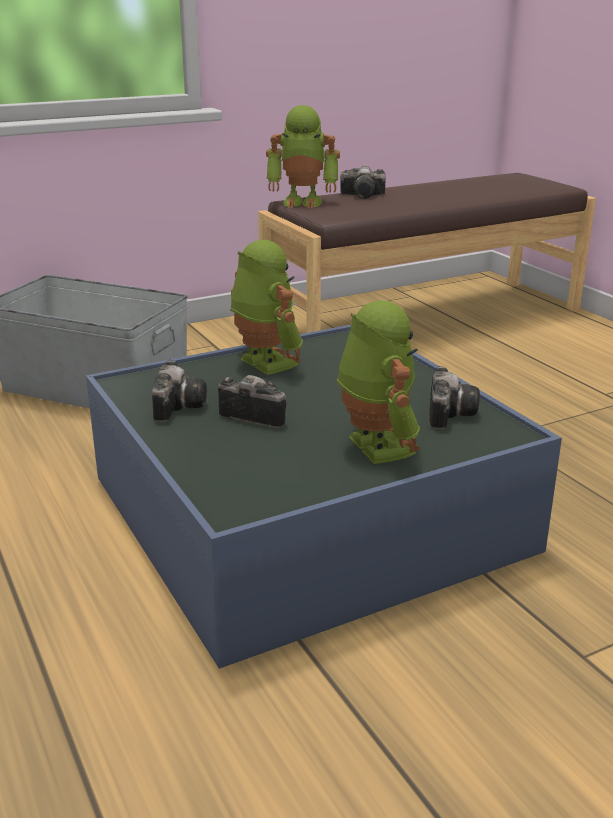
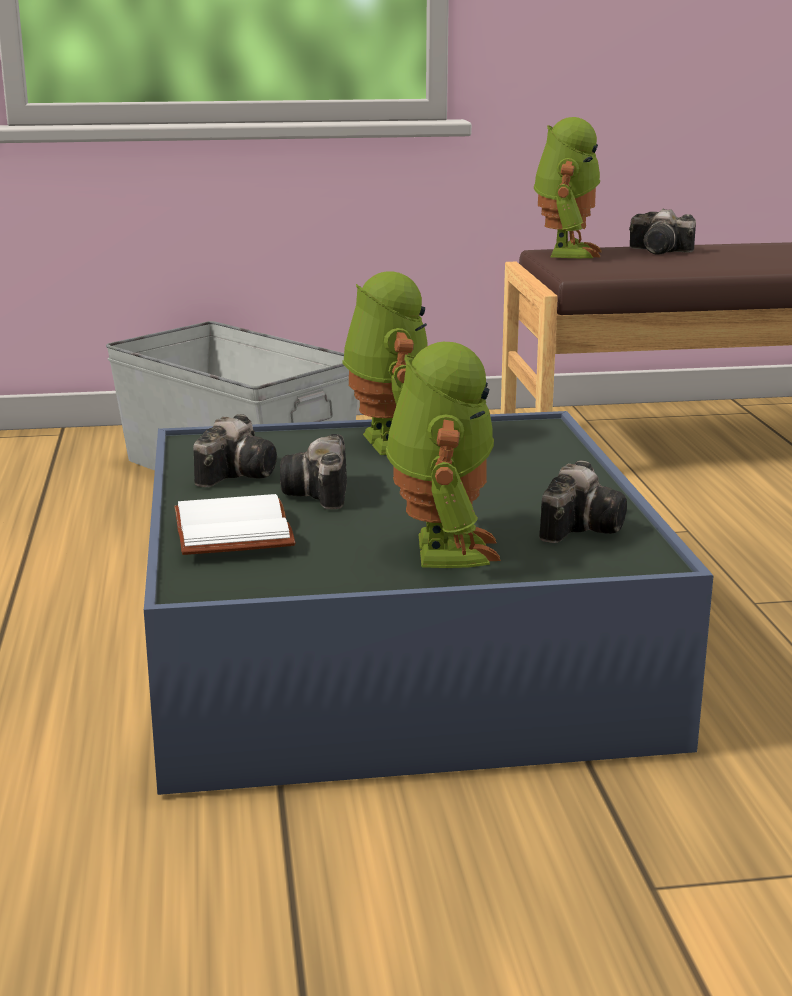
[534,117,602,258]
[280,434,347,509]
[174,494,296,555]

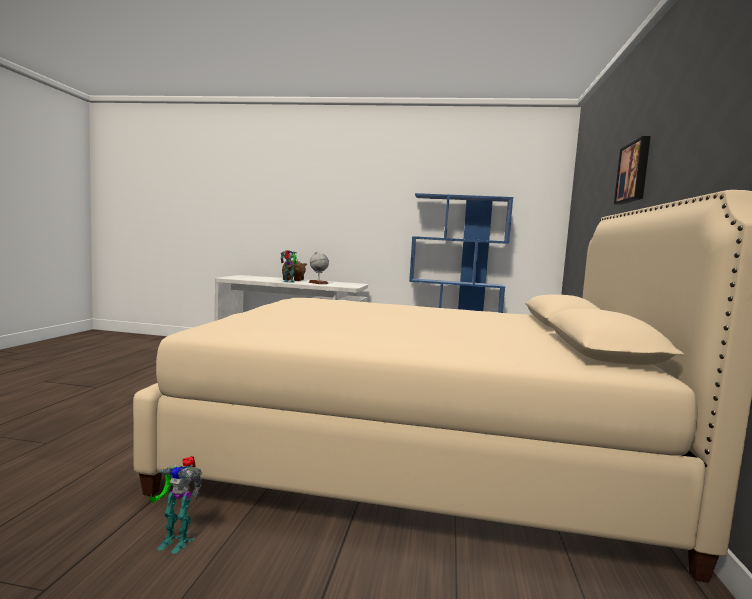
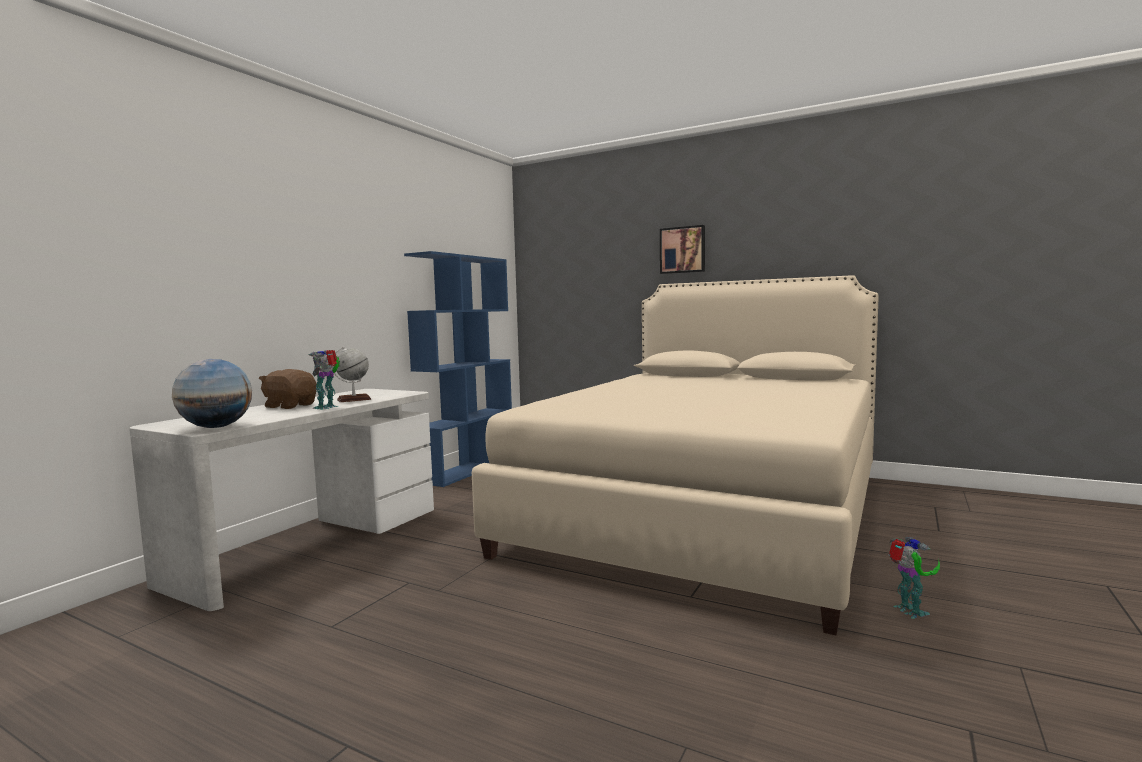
[888,536,940,619]
[172,359,252,428]

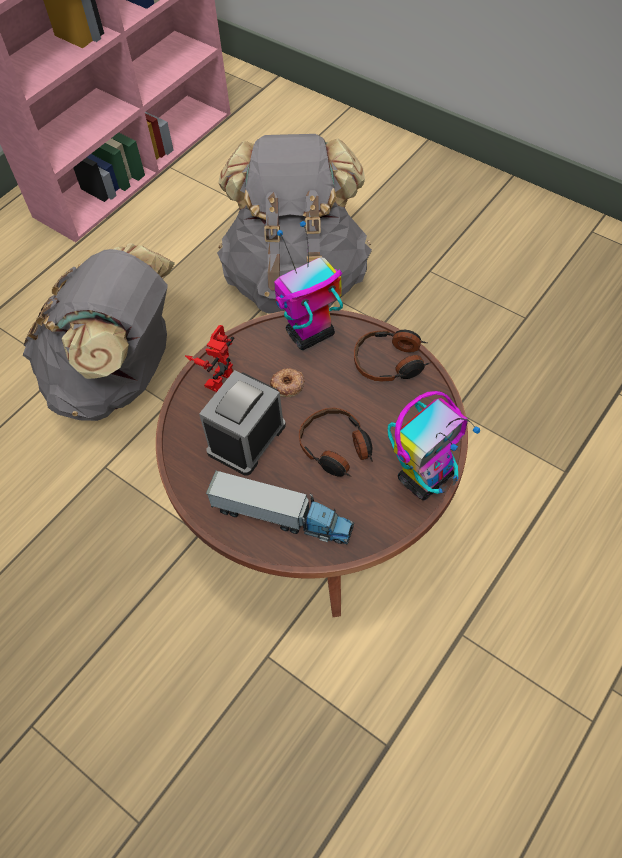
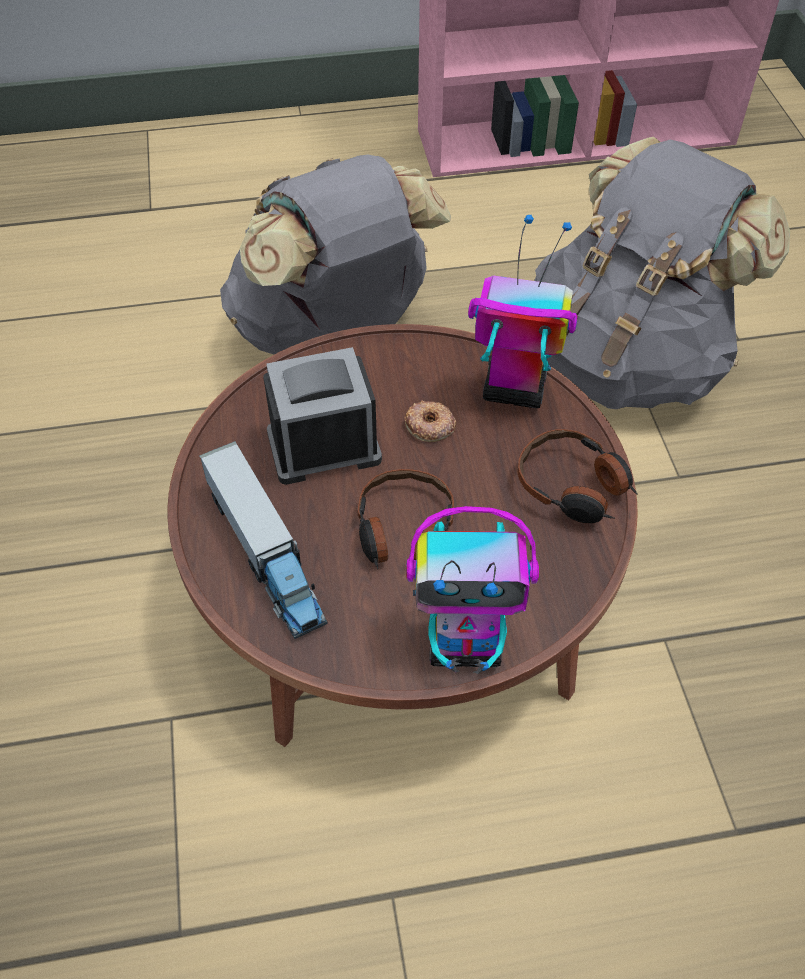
[185,325,234,392] (first image)

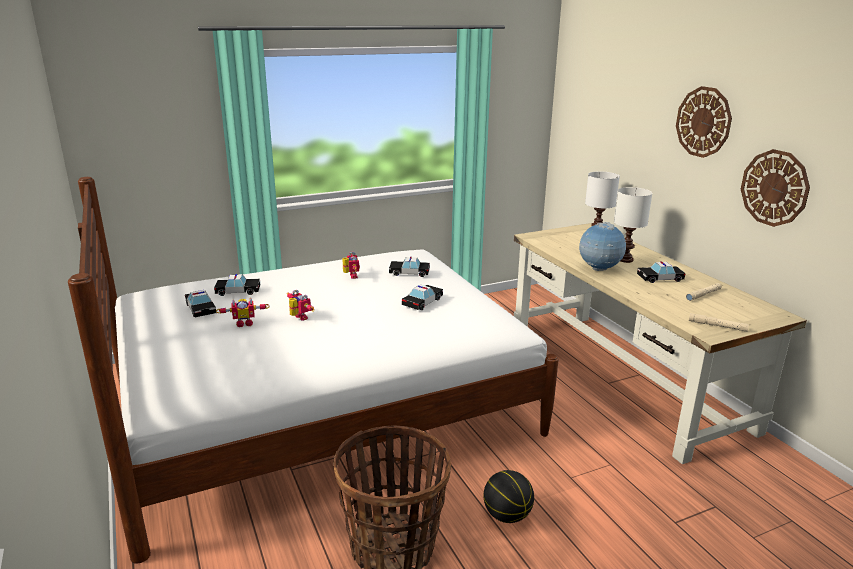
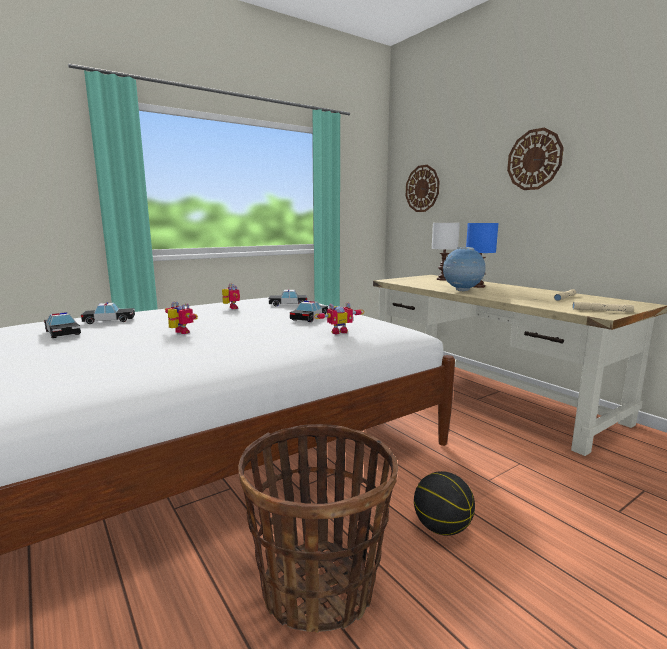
[406,165,440,212]
[466,223,498,288]
[637,261,686,283] (first image)
[314,302,364,334]

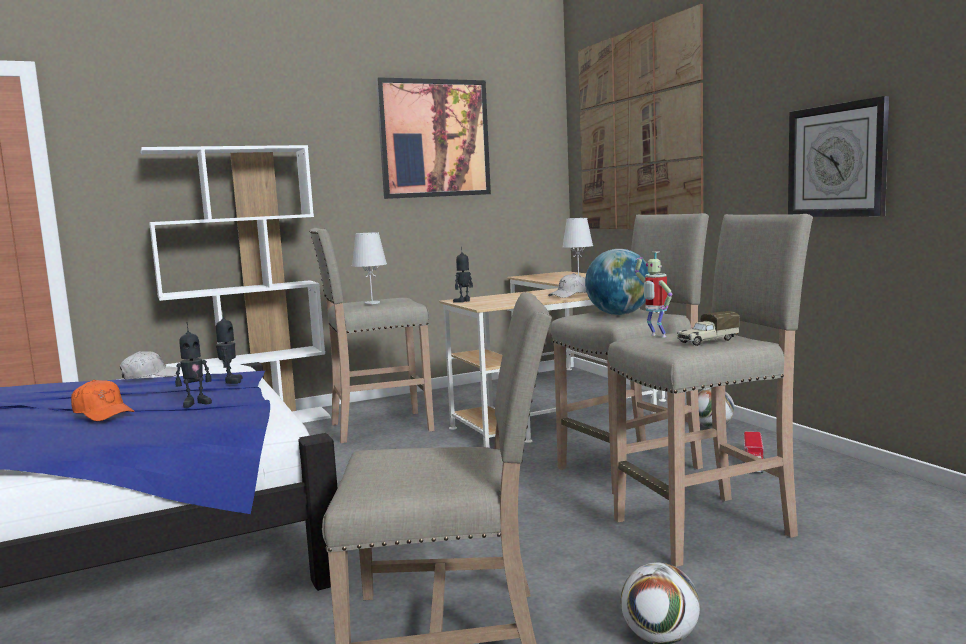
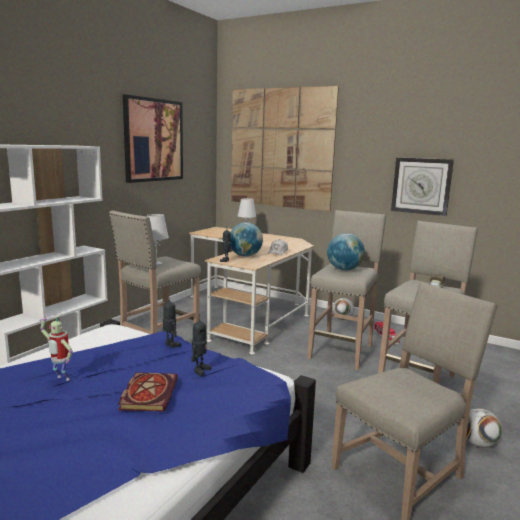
[39,315,73,381]
[120,351,180,379] (first image)
[118,372,178,412]
[230,222,263,257]

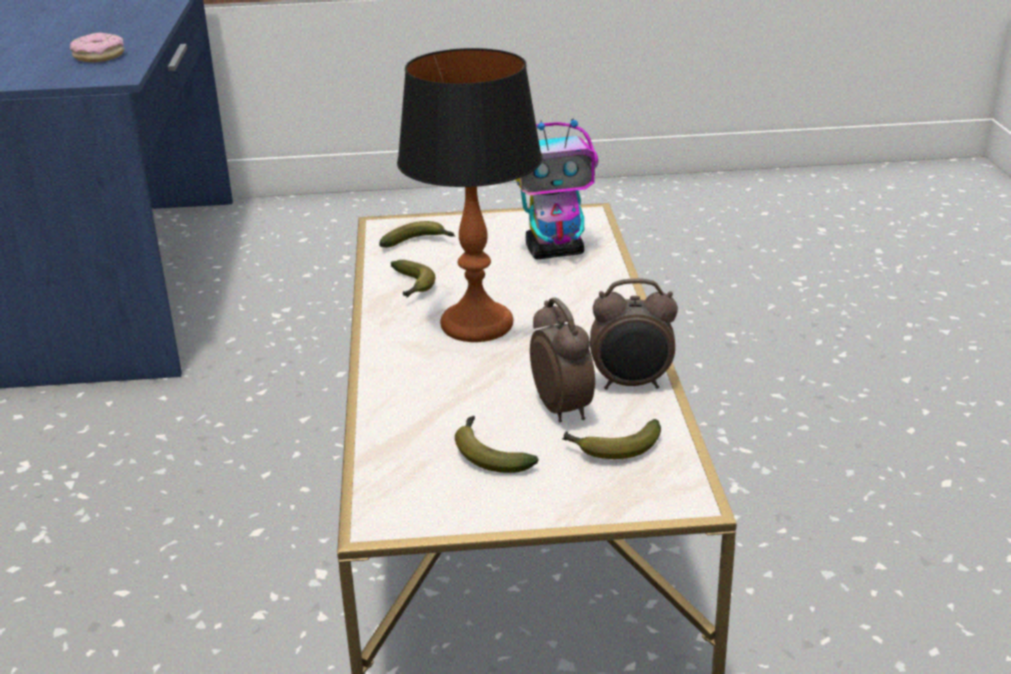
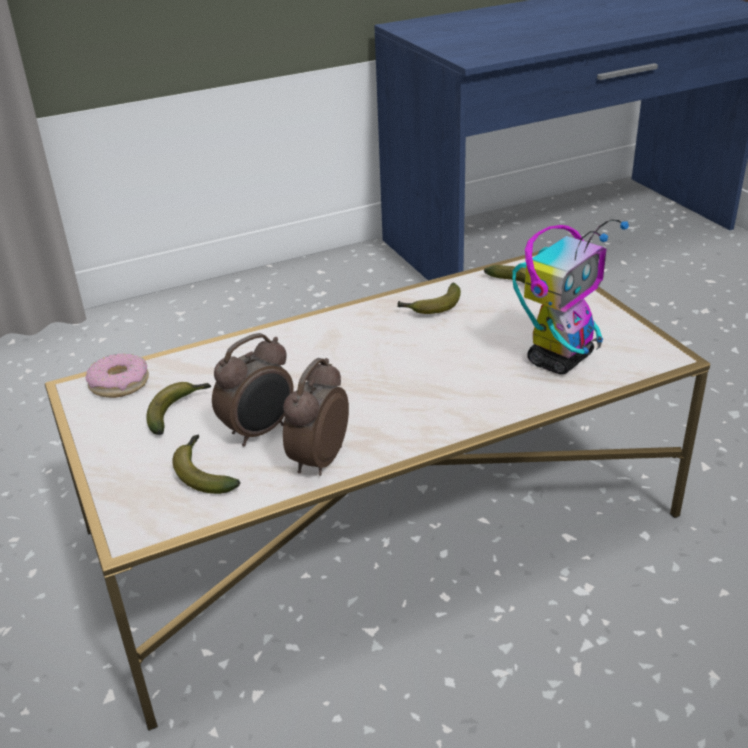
[86,353,149,398]
[397,48,542,342] (first image)
[512,219,629,374]
[283,358,349,476]

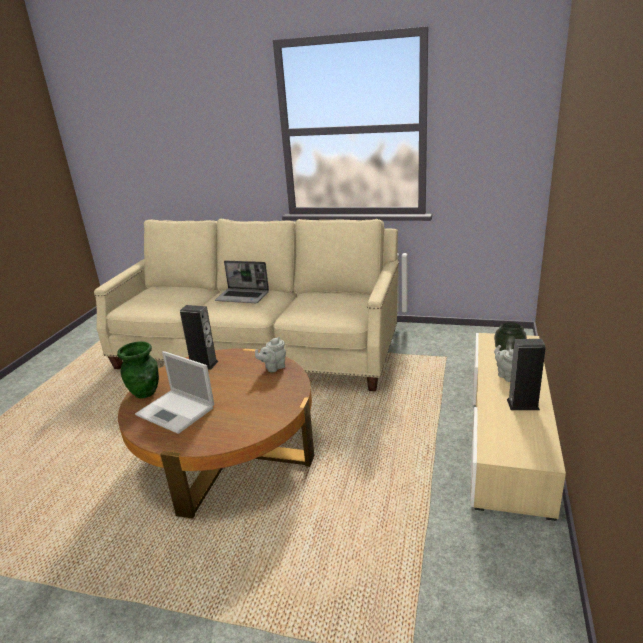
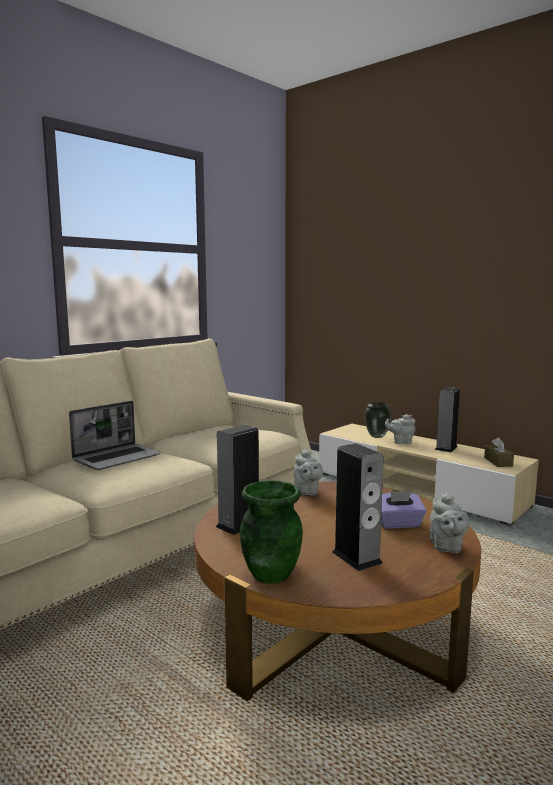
[332,443,384,571]
[484,437,514,467]
[381,491,426,529]
[430,491,470,553]

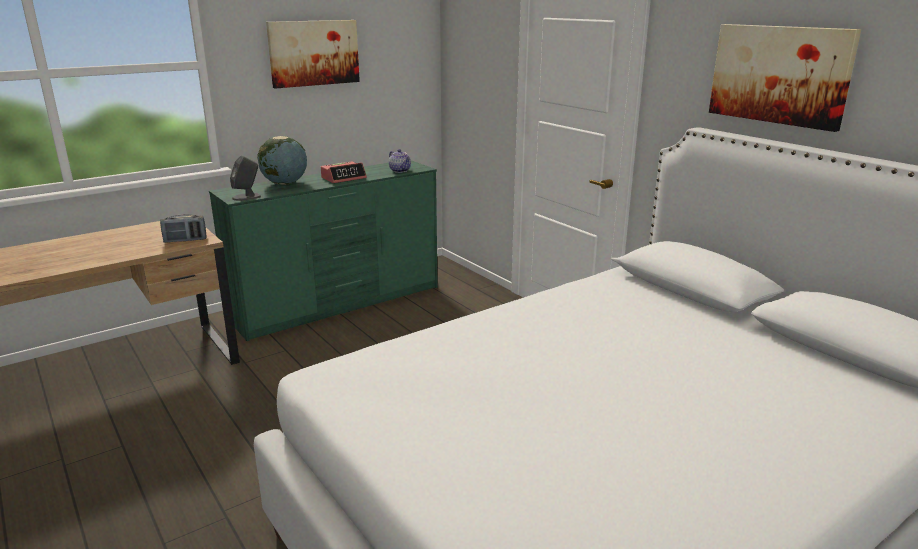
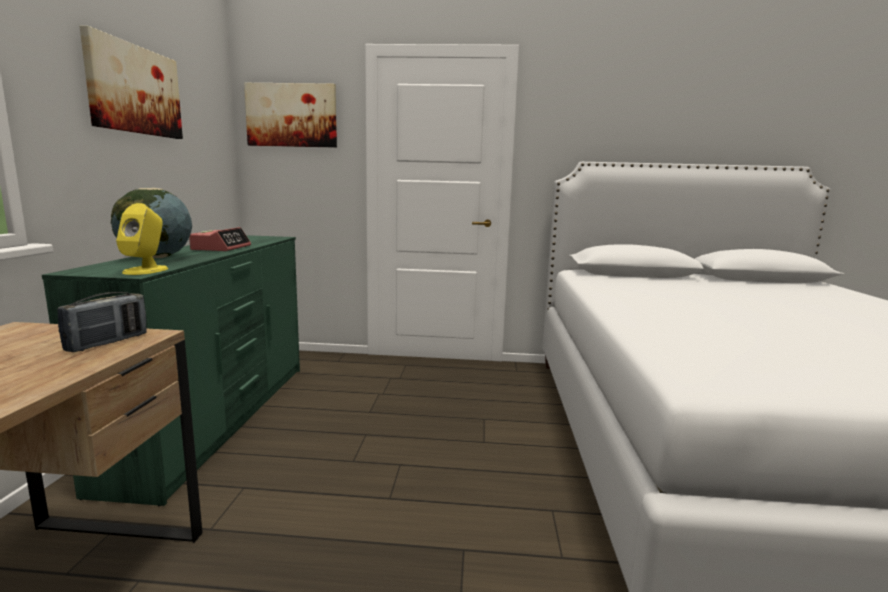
[244,83,337,148]
[389,149,411,173] (first image)
[116,203,168,275]

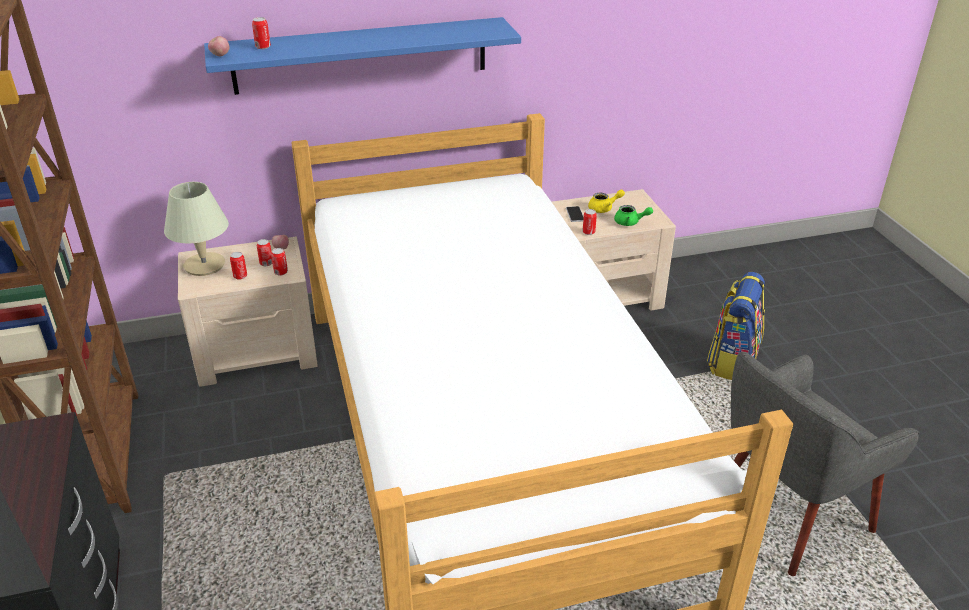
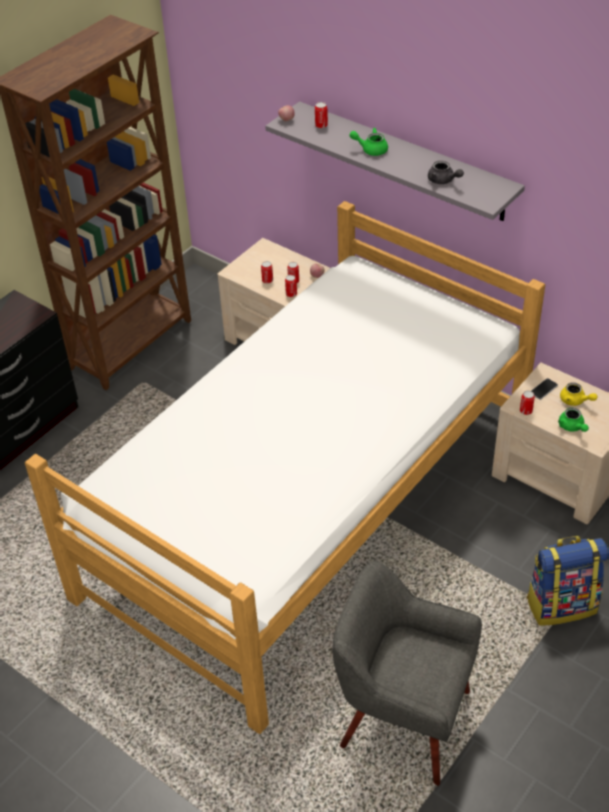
[265,101,525,221]
[164,182,229,276] (first image)
[350,128,388,156]
[428,161,464,184]

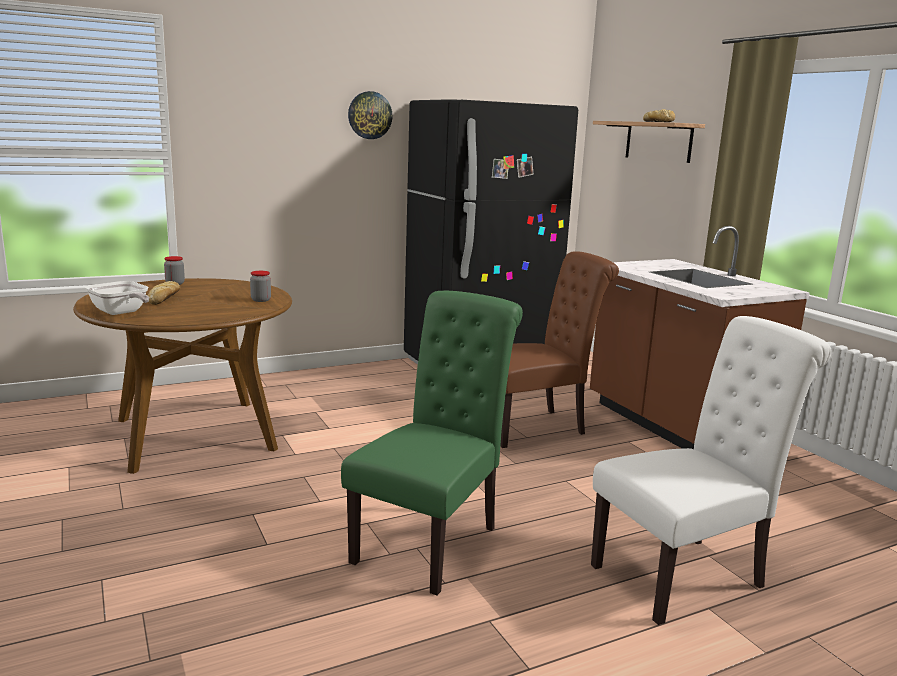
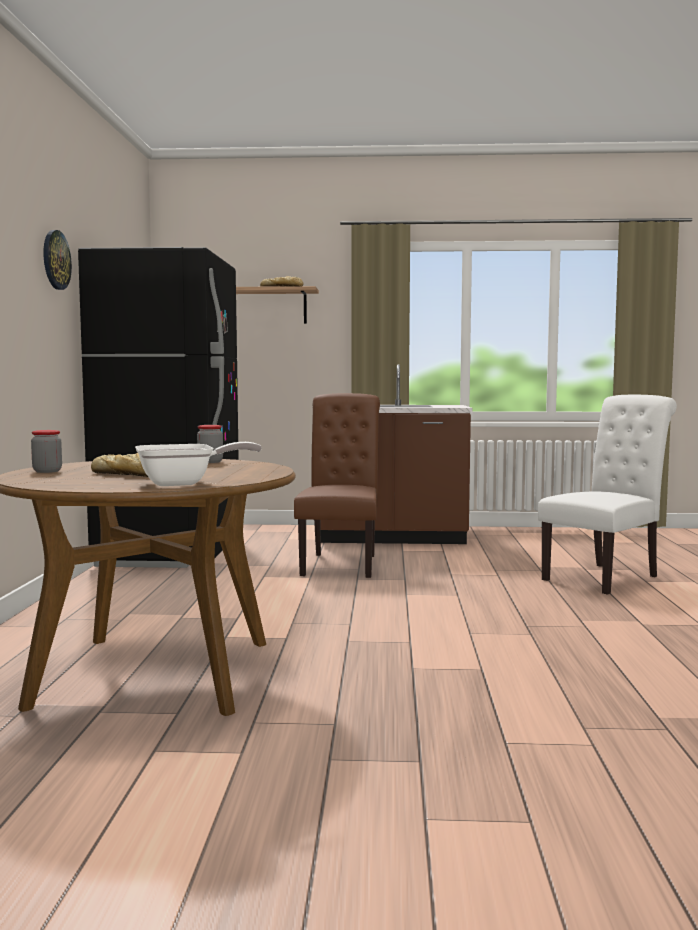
[341,291,523,596] (first image)
[538,395,677,595]

